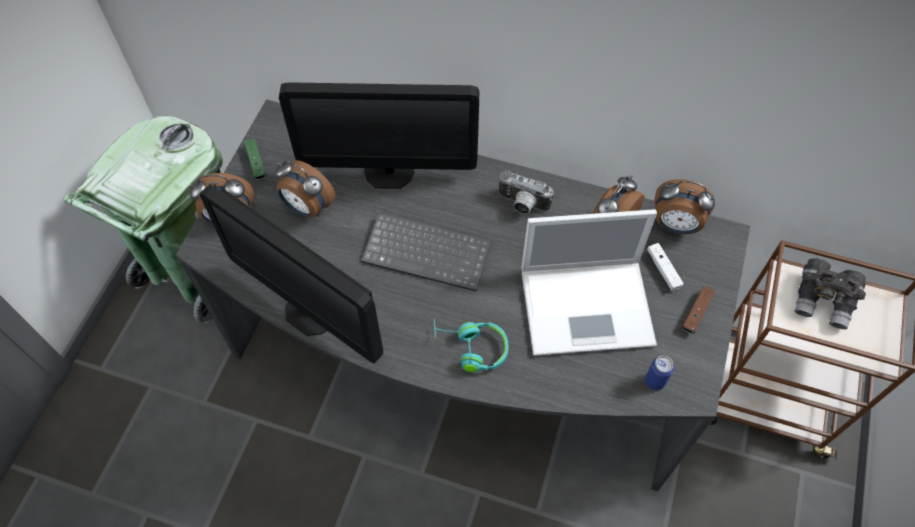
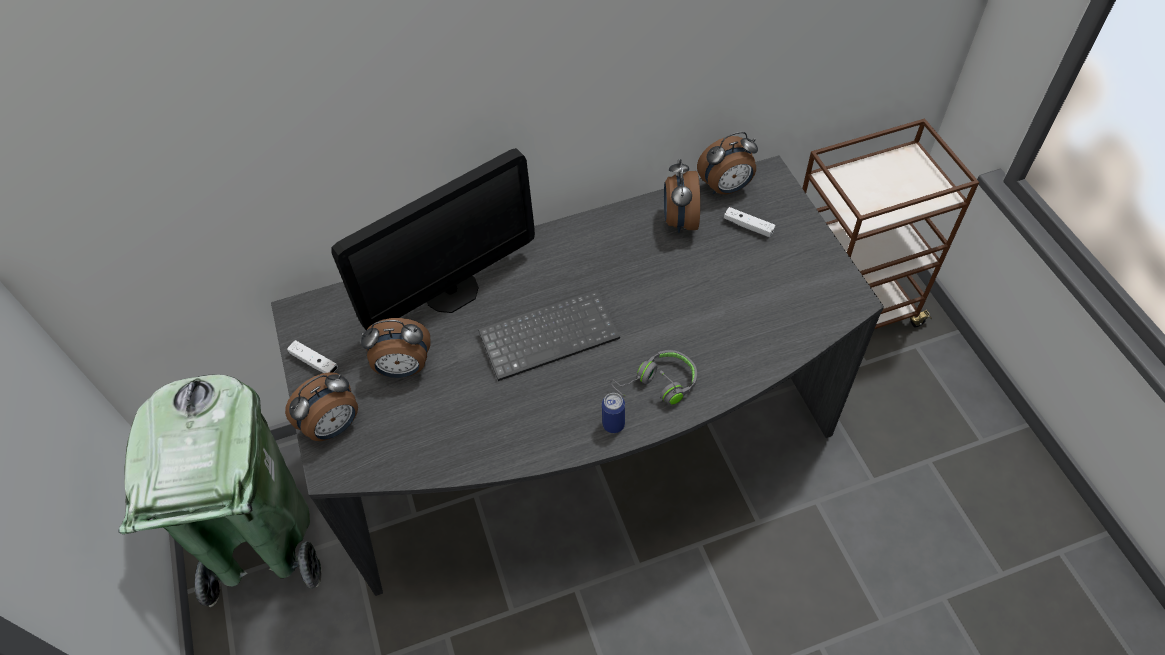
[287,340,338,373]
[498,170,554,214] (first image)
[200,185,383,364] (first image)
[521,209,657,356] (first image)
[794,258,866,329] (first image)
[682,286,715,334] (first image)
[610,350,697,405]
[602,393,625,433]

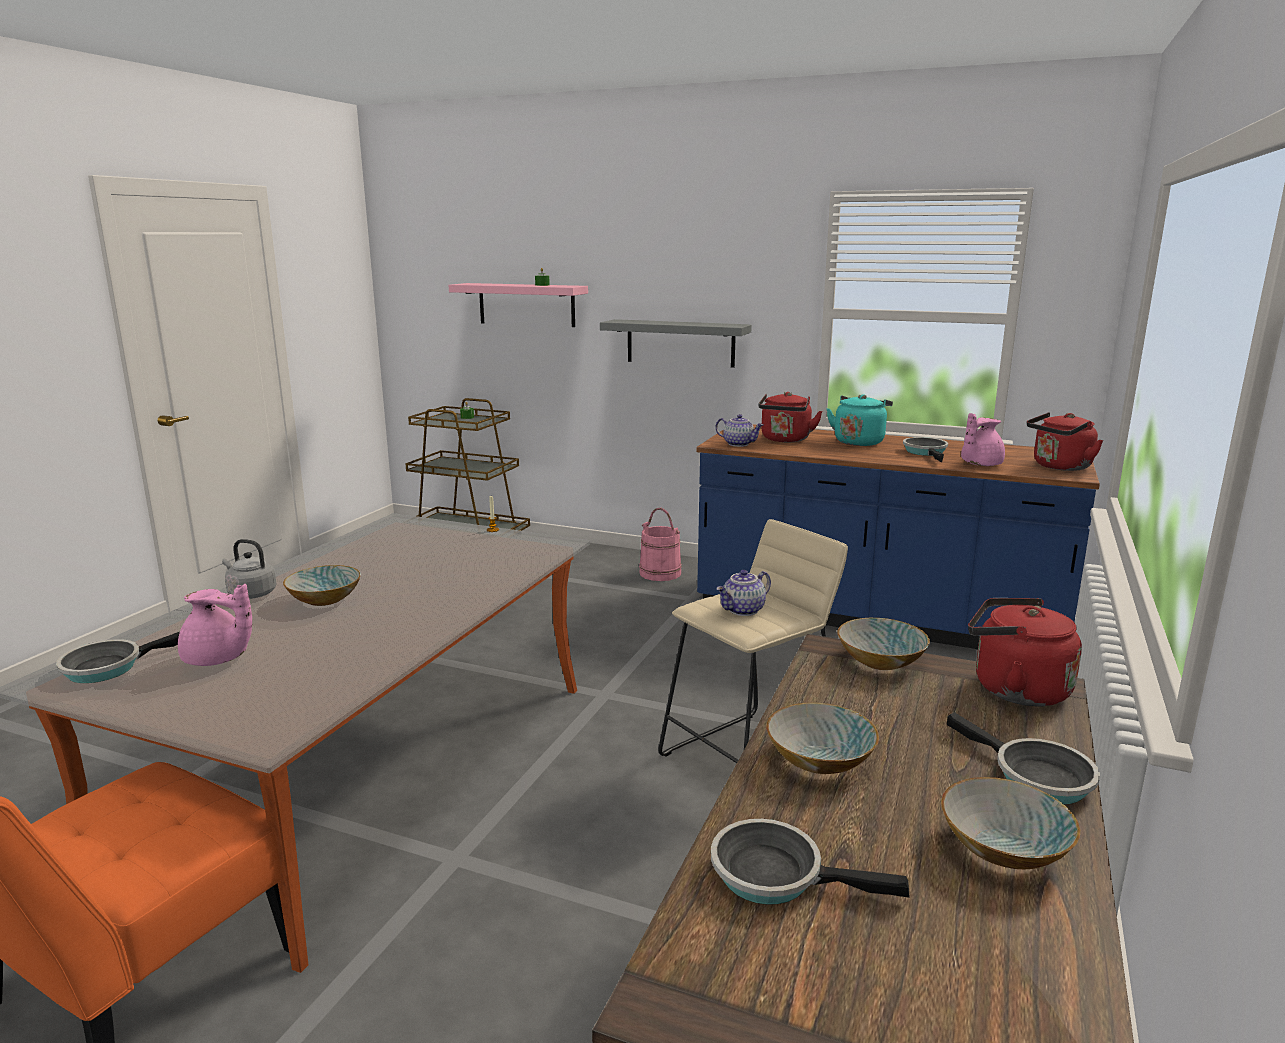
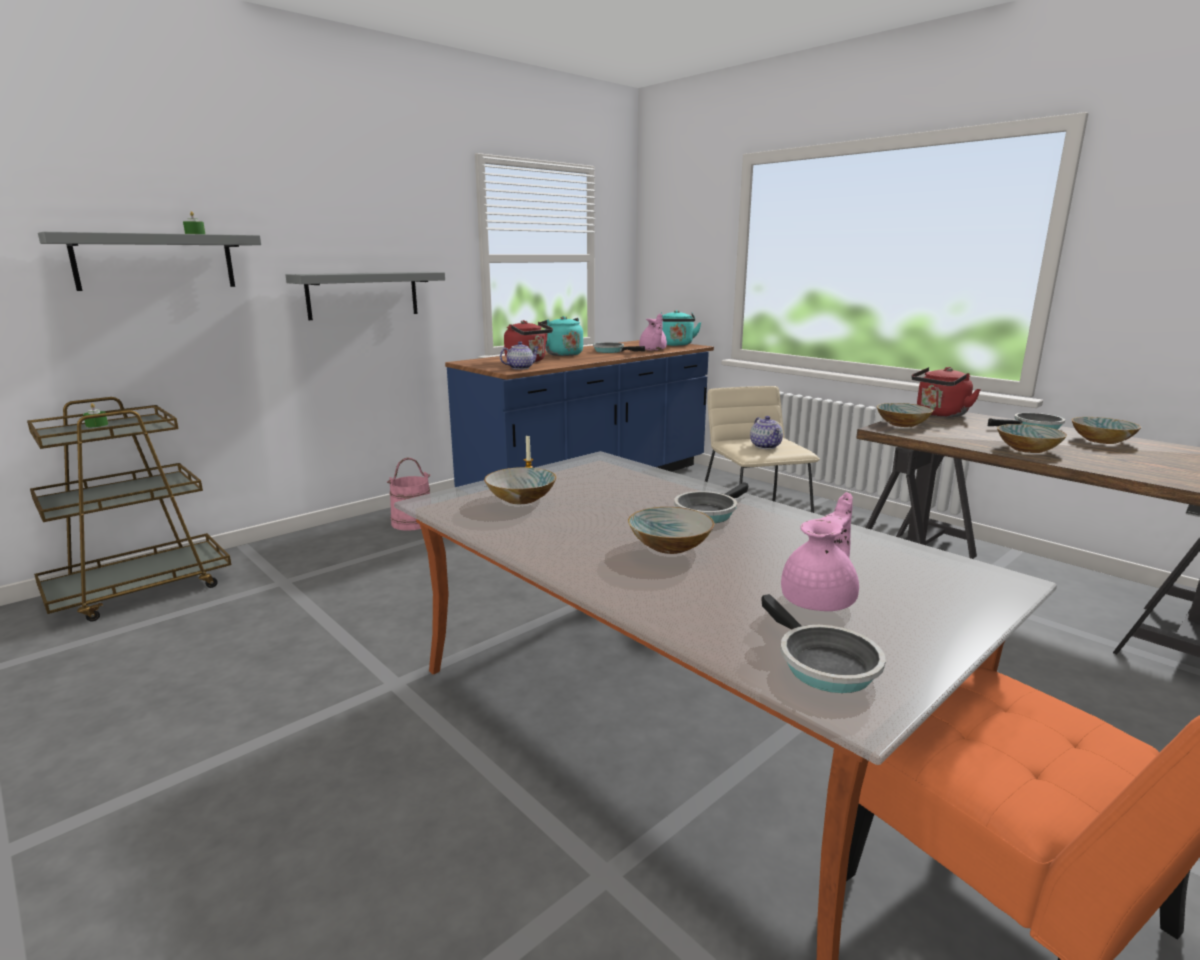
[38,232,261,291]
[661,310,702,346]
[222,539,277,599] (first image)
[674,482,749,523]
[484,467,556,504]

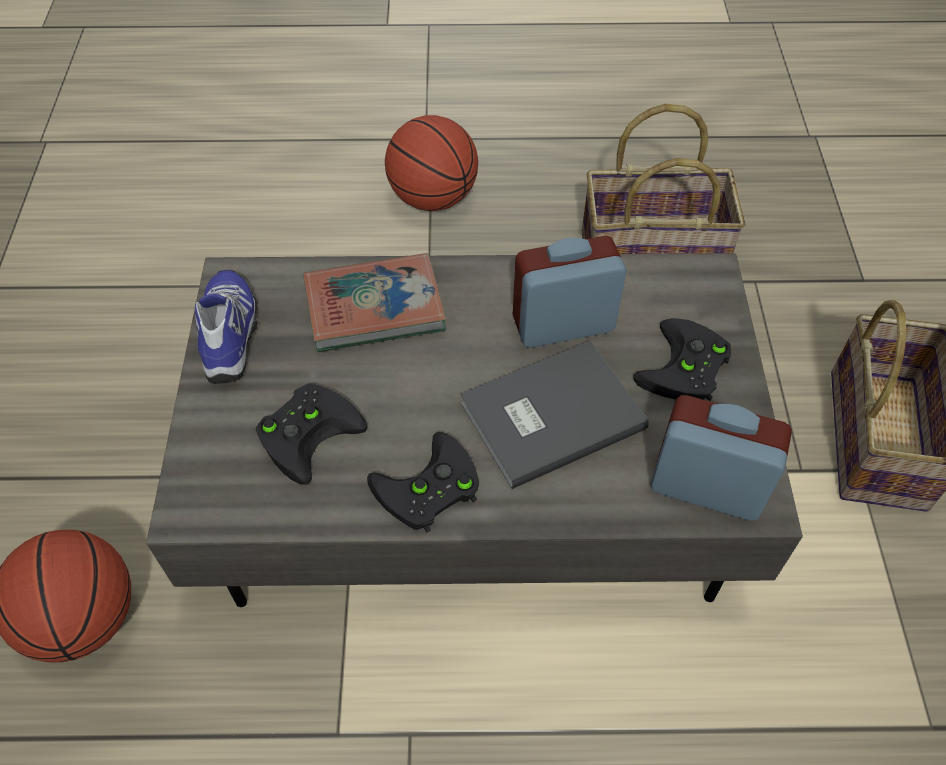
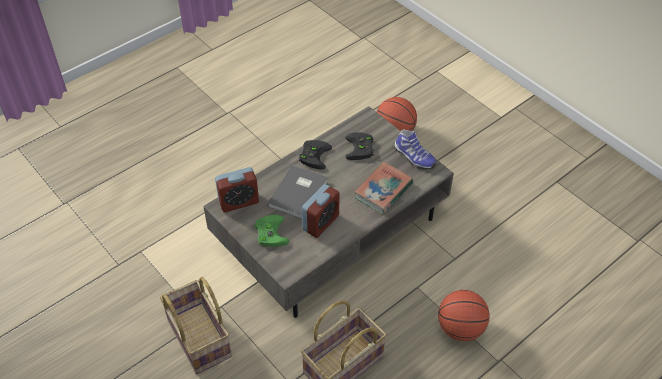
[255,215,290,247]

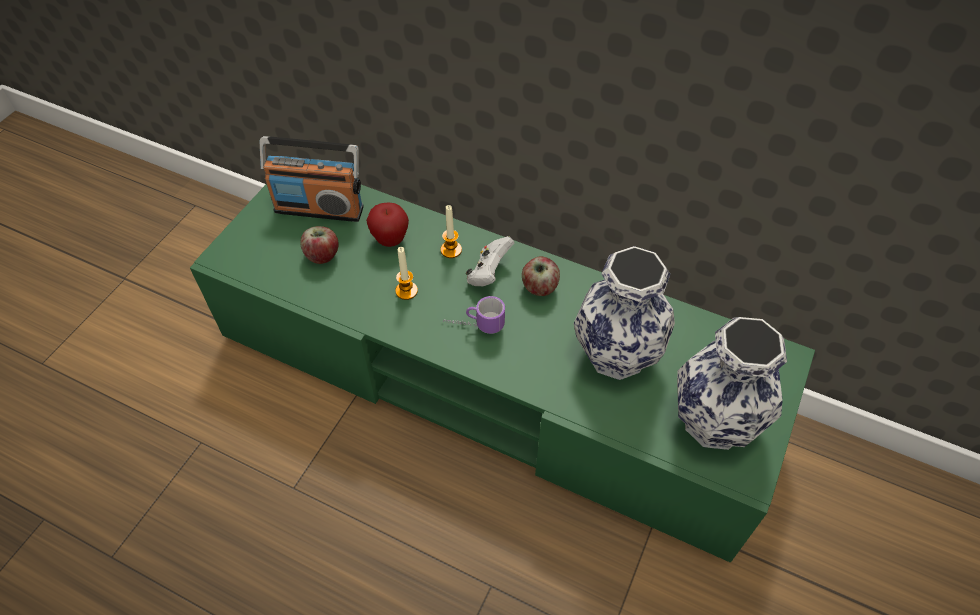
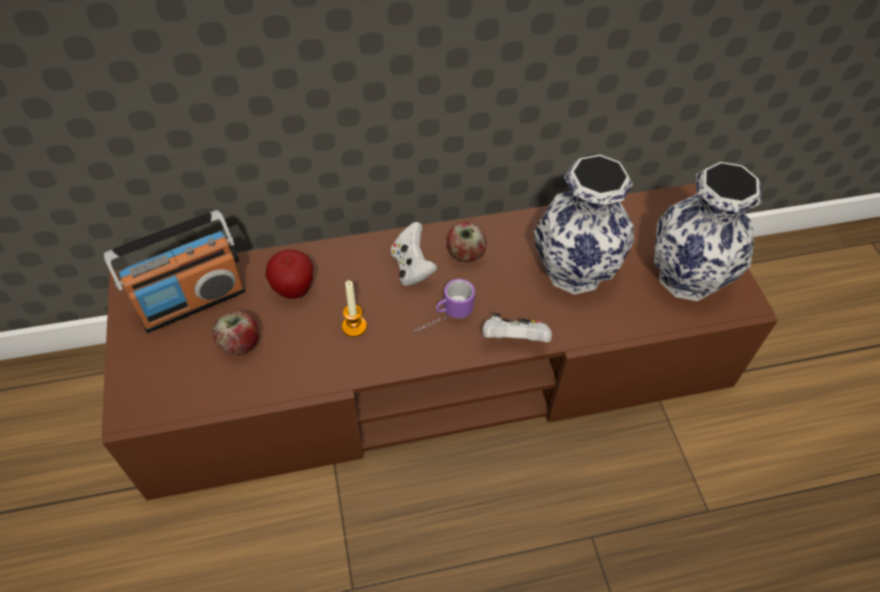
[102,183,778,500]
[441,205,462,258] (first image)
[482,313,552,342]

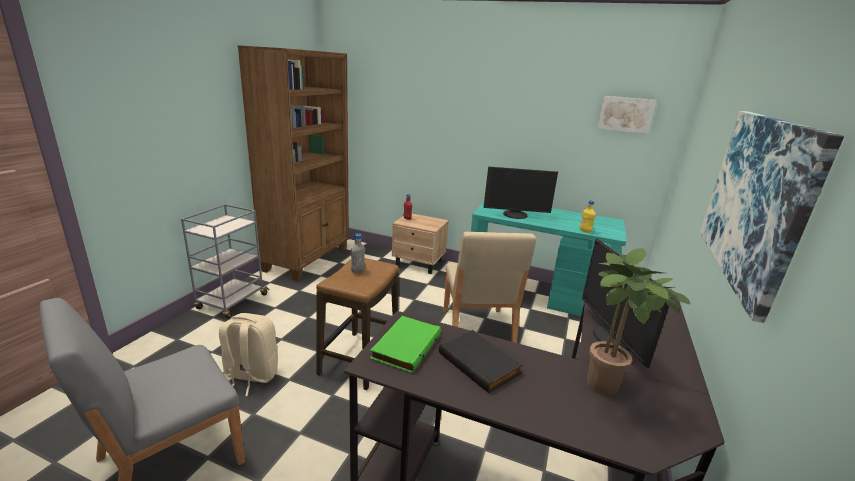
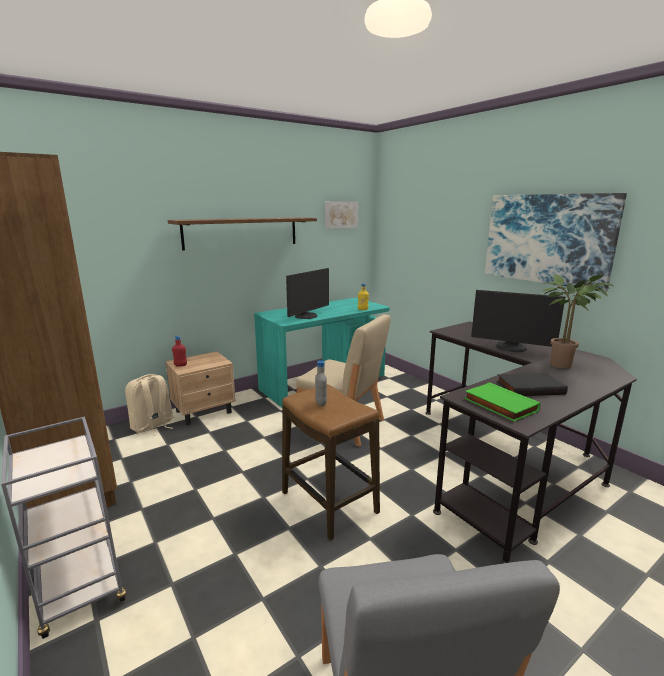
[125,374,174,436]
[168,217,317,250]

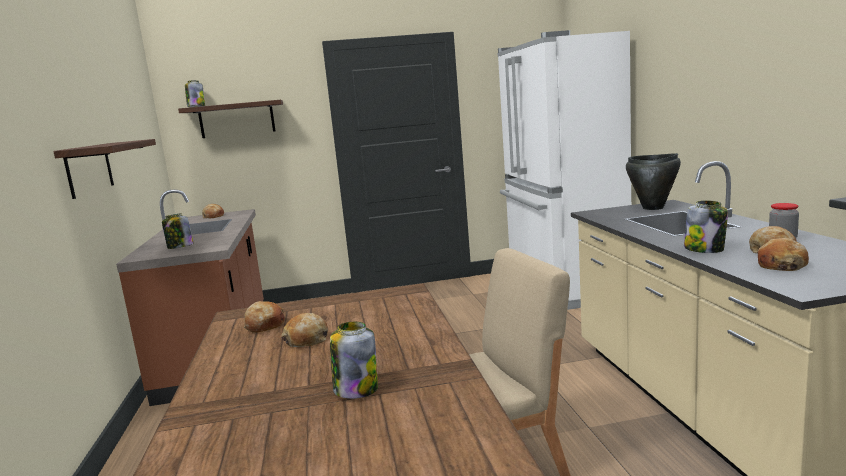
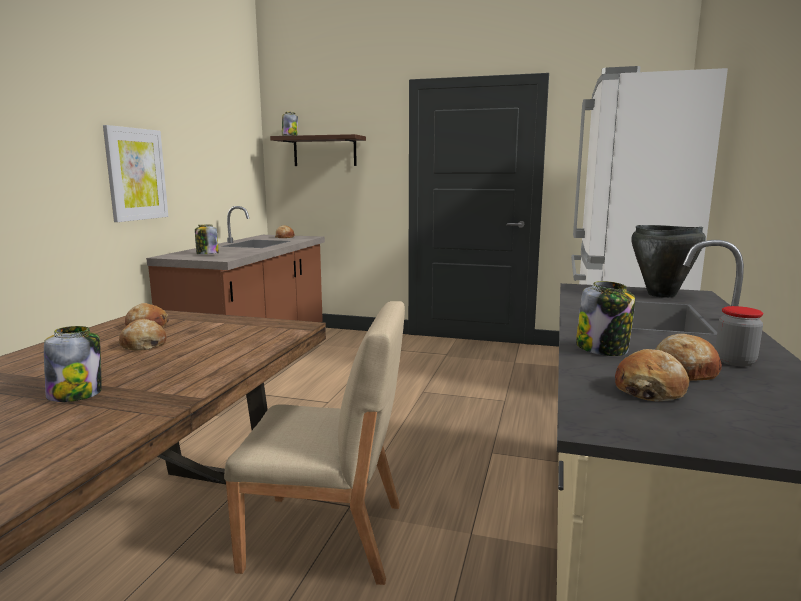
[103,125,168,222]

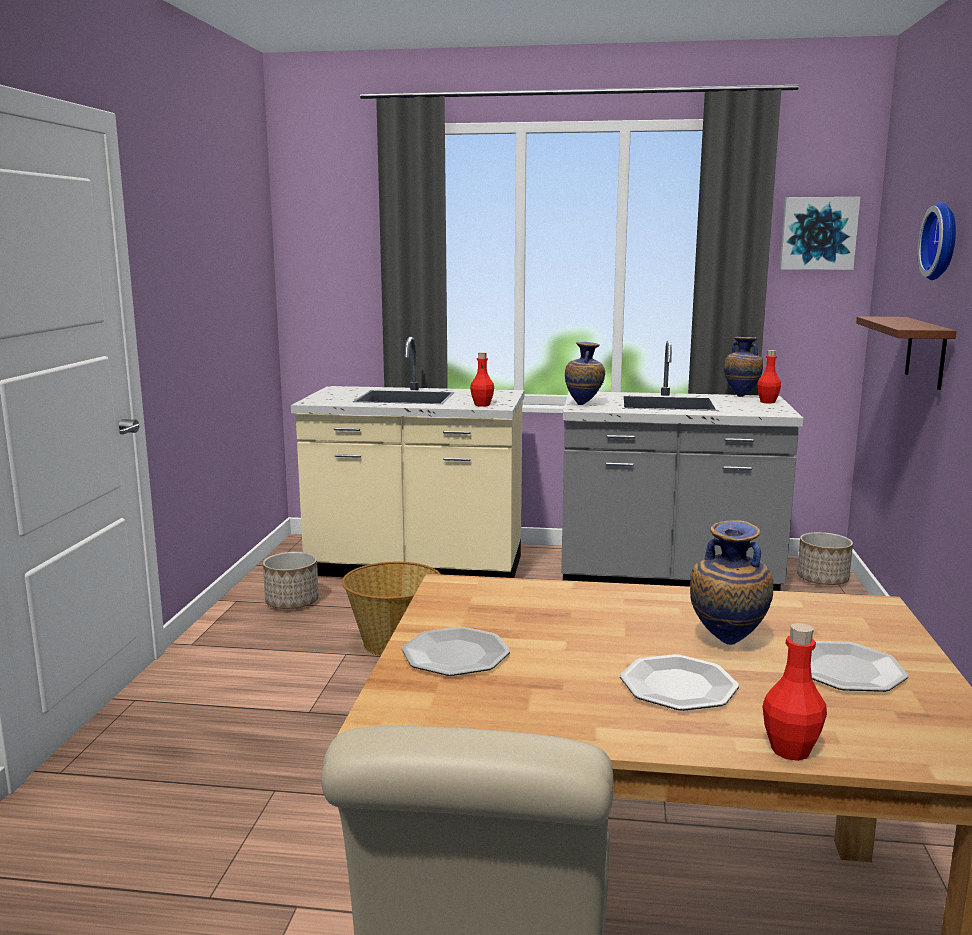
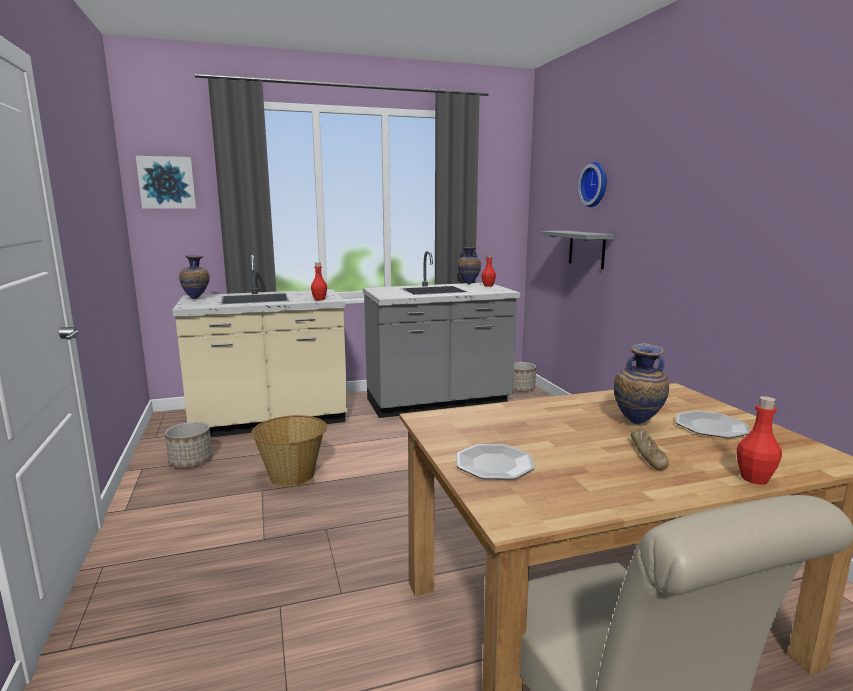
[136,156,196,209]
[541,231,614,269]
[179,255,210,299]
[631,428,669,470]

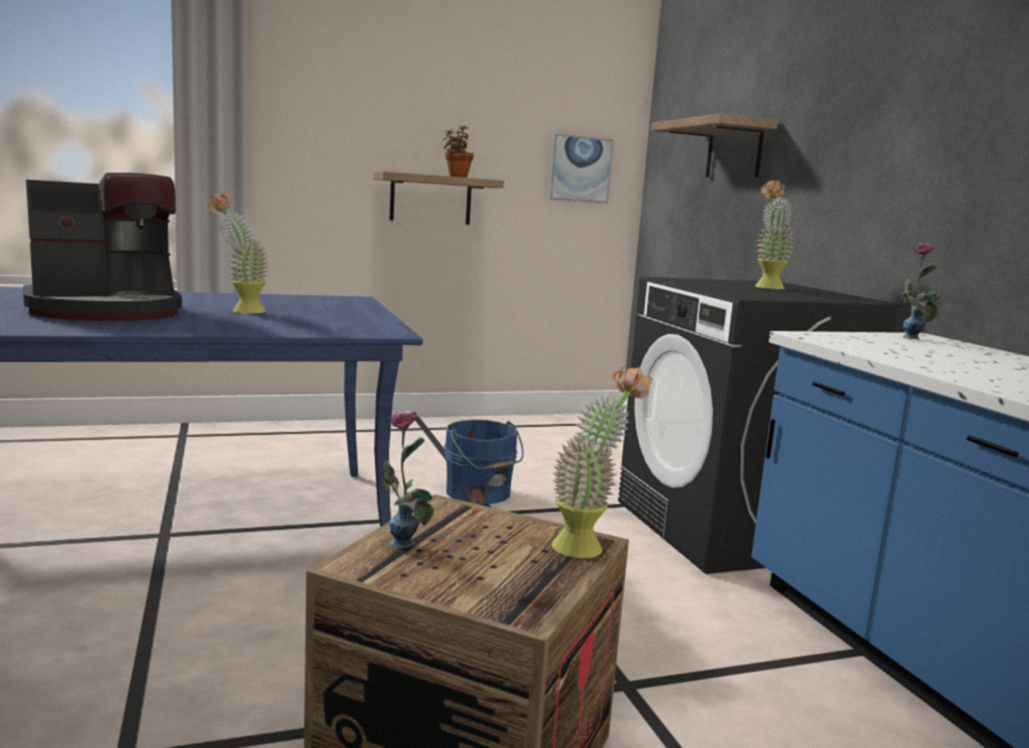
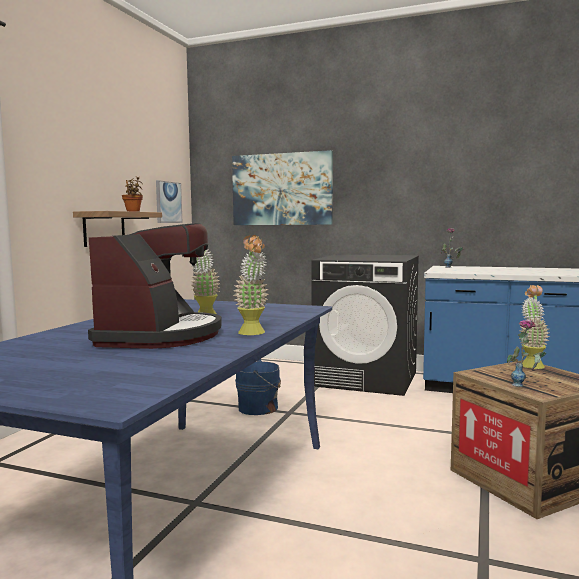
[232,150,333,225]
[233,235,269,335]

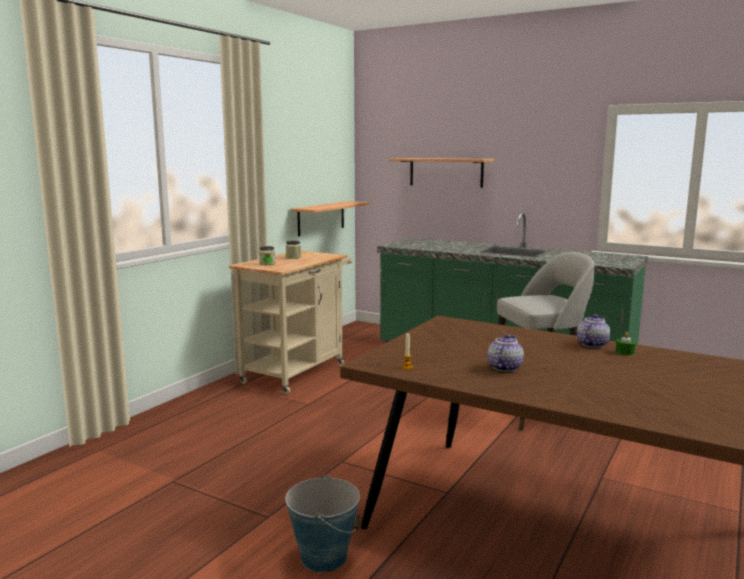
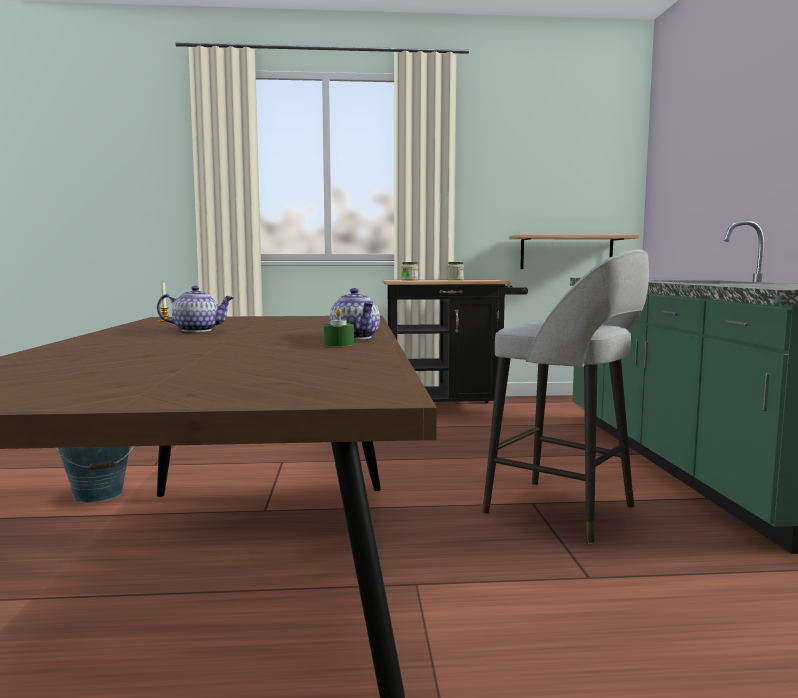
[389,158,494,188] (first image)
[382,280,528,403]
[330,288,380,340]

